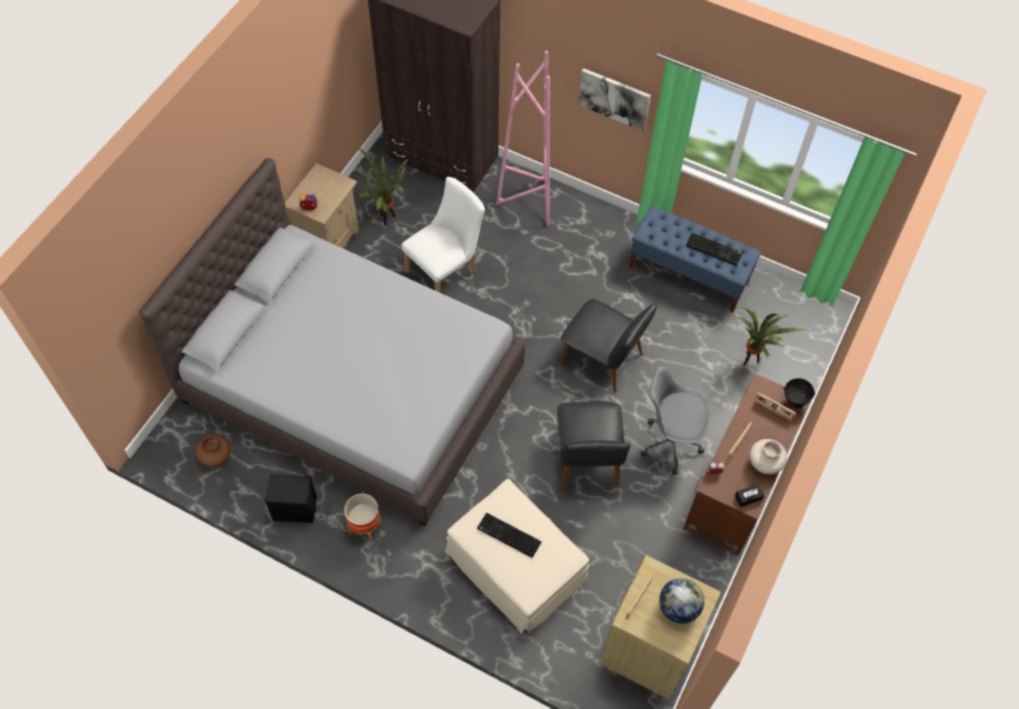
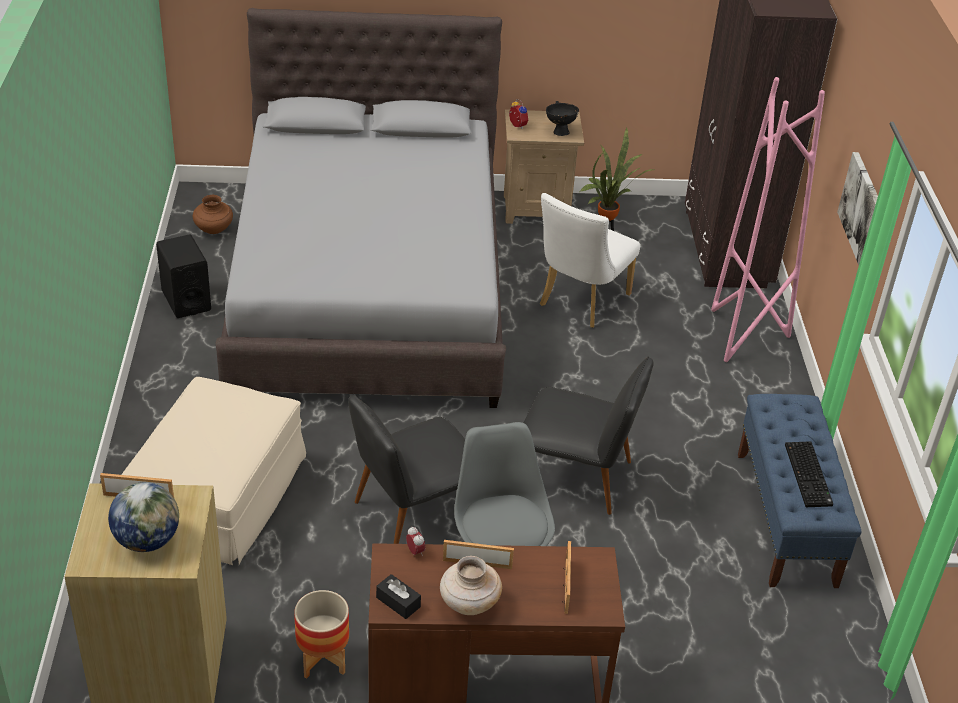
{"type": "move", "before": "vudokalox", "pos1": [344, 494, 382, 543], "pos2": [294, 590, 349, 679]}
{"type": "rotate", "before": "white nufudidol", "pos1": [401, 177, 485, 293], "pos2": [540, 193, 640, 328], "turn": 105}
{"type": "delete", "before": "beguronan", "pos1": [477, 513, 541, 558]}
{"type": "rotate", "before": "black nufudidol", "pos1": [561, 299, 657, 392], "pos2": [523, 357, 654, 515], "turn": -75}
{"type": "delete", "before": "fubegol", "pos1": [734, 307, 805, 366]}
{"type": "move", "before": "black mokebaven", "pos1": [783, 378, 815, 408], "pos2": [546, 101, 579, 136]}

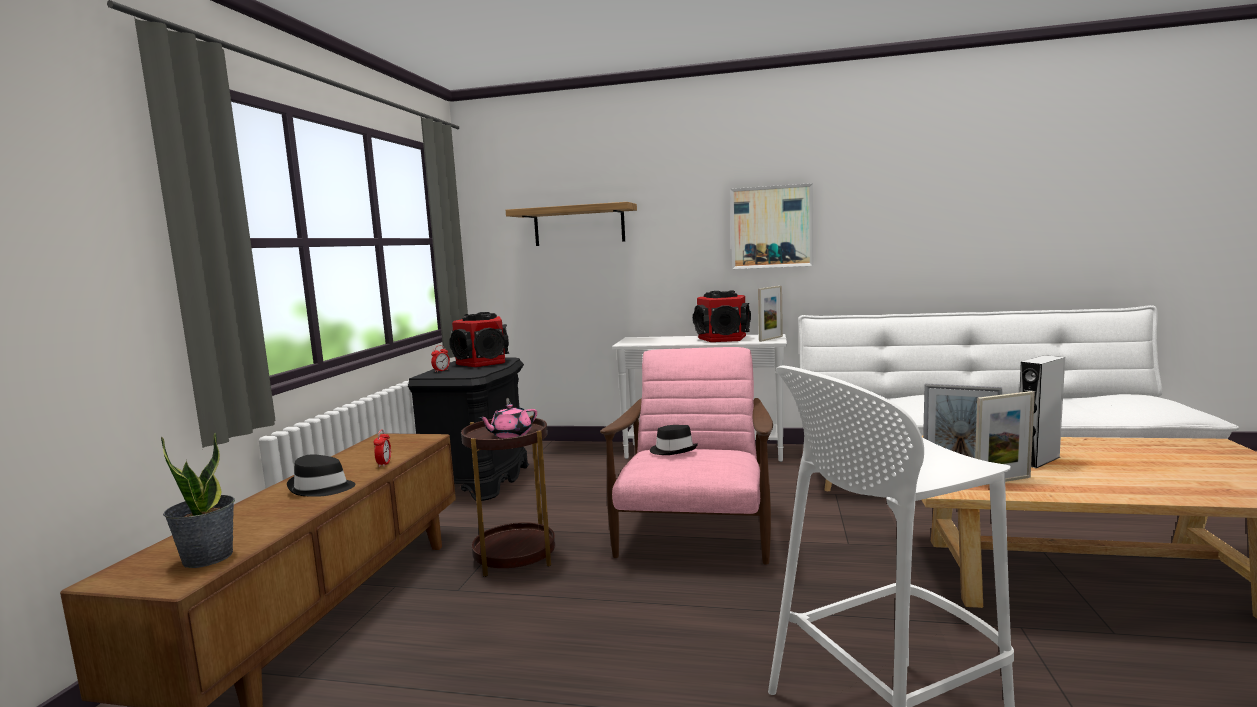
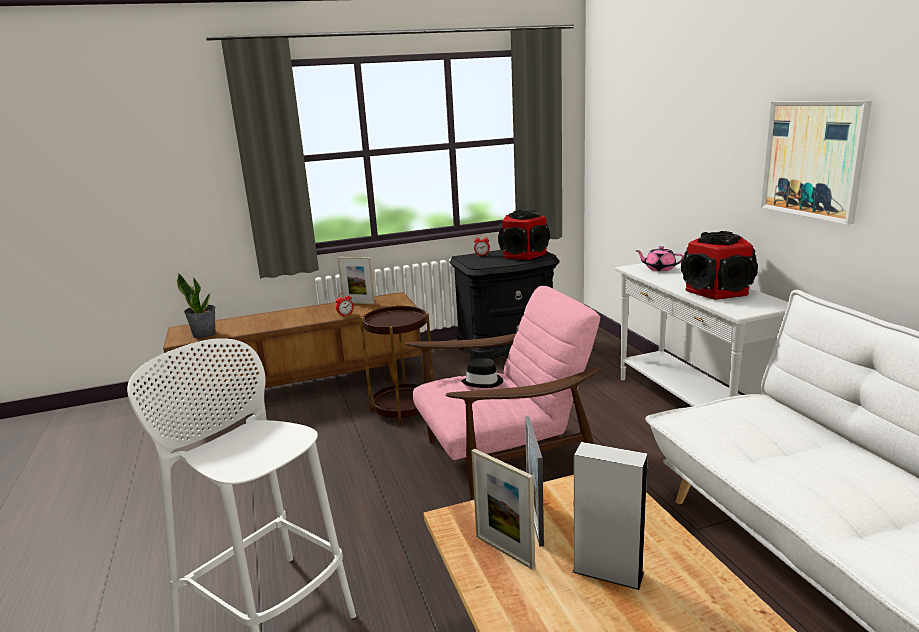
{"type": "delete", "before": "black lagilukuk", "pos1": [287, 454, 355, 497]}
{"type": "move", "before": "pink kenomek", "pos1": [479, 404, 537, 438], "pos2": [635, 246, 684, 271]}
{"type": "delete", "before": "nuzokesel", "pos1": [506, 202, 637, 246]}
{"type": "move", "before": "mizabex", "pos1": [758, 286, 783, 342], "pos2": [337, 257, 375, 304]}

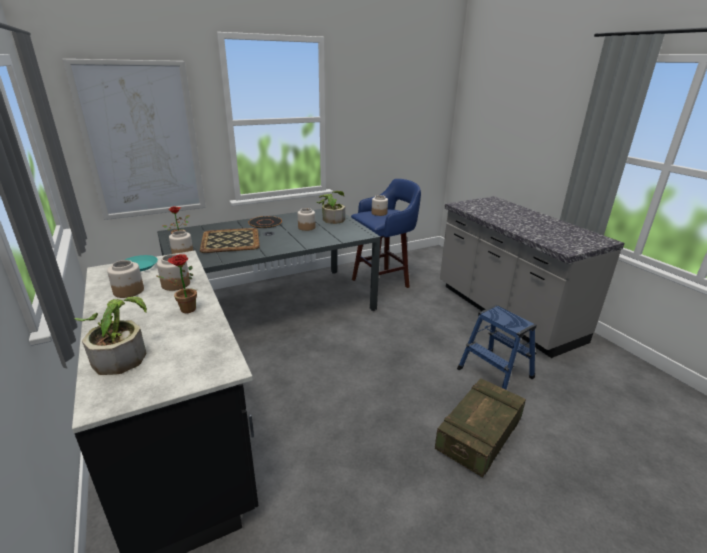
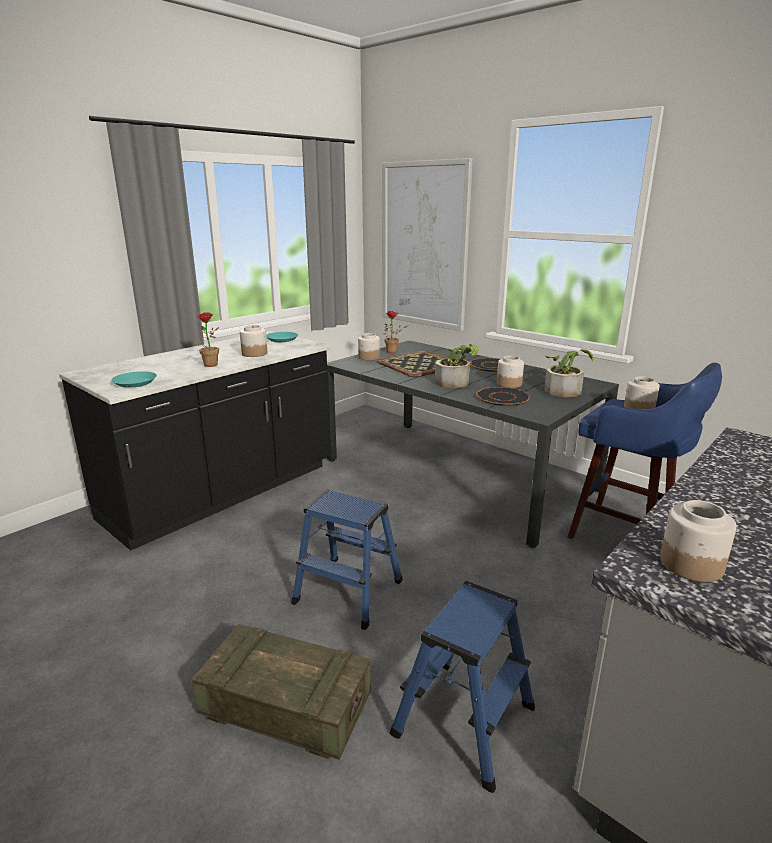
{"type": "move", "before": "fubegol", "pos1": [74, 297, 147, 375], "pos2": [435, 344, 479, 388]}
{"type": "move", "before": "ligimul", "pos1": [107, 260, 144, 298], "pos2": [660, 500, 737, 582]}
{"type": "insert", "after": "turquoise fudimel", "pos2": [111, 371, 157, 388]}
{"type": "insert", "after": "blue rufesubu", "pos2": [291, 489, 403, 630]}
{"type": "insert", "after": "black fudimel", "pos2": [476, 387, 530, 406]}

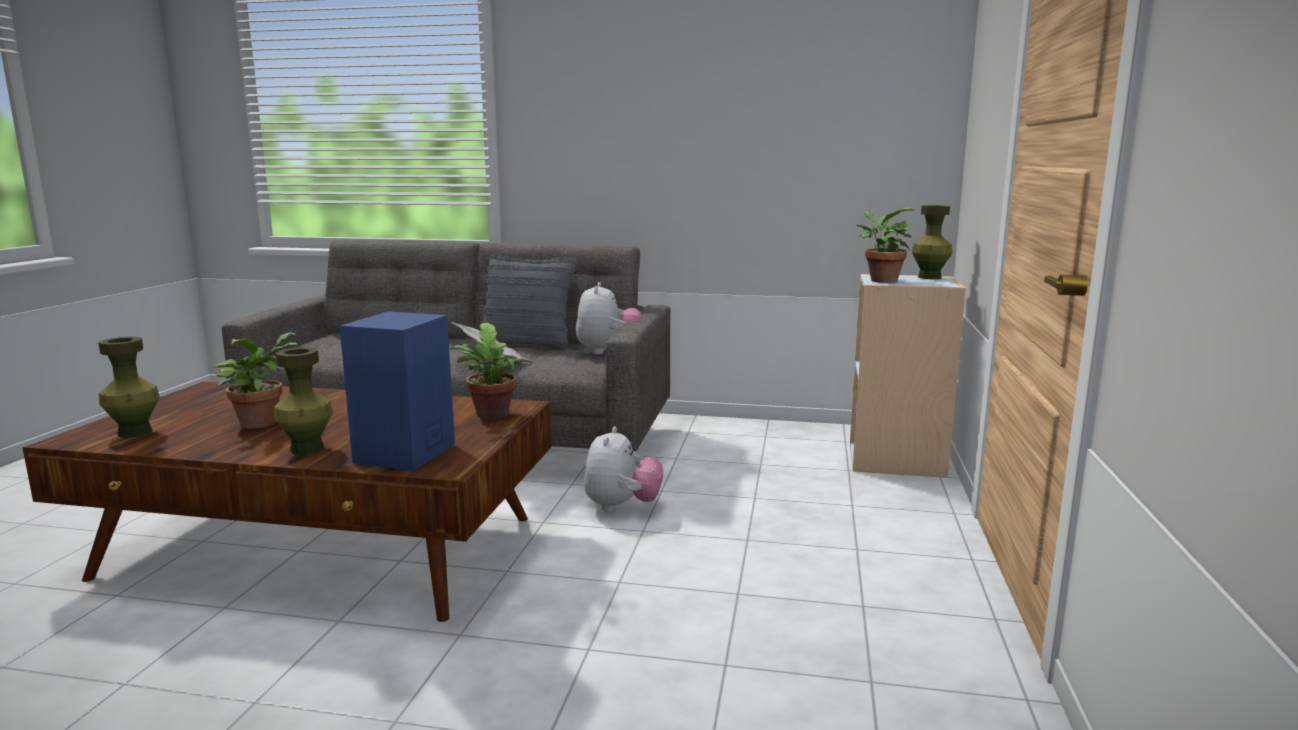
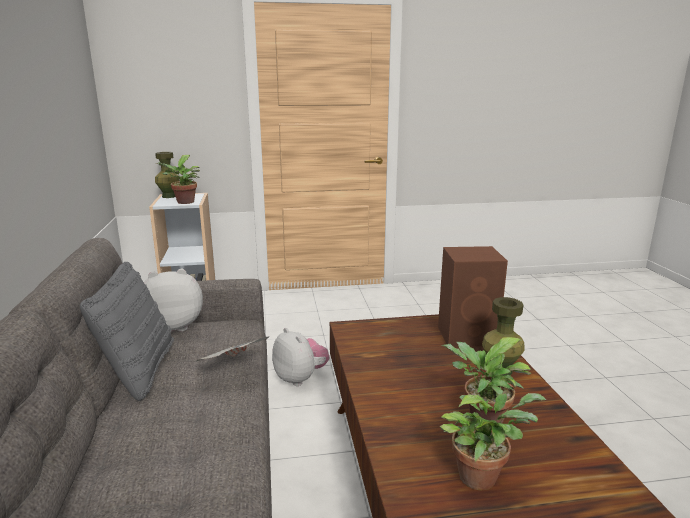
{"type": "delete", "before": "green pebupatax", "pos1": [98, 337, 160, 438]}
{"type": "recolor", "before": "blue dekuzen", "after": "brown dekuzen", "pos1": [340, 312, 455, 471], "pos2": [438, 246, 508, 347]}
{"type": "move", "before": "fubegol", "pos1": [450, 323, 532, 419], "pos2": [440, 393, 546, 490]}
{"type": "rotate", "before": "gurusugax", "pos1": [584, 426, 663, 512], "pos2": [272, 328, 329, 386], "turn": 60}

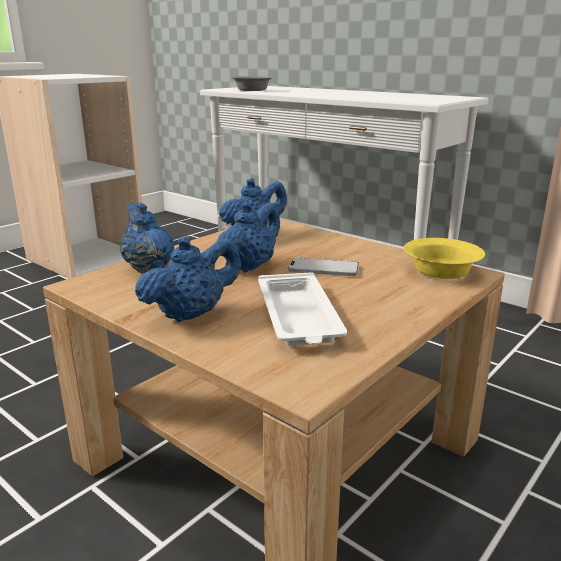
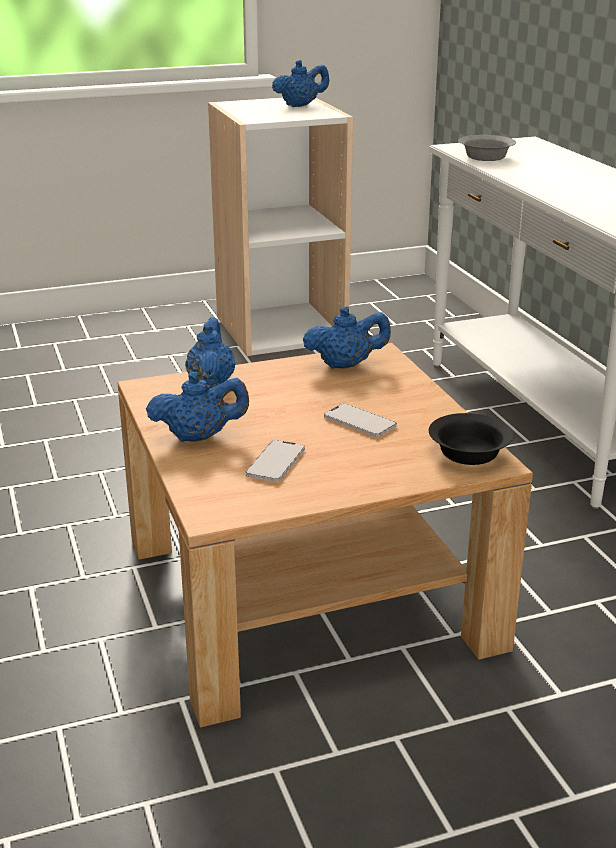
{"type": "move", "before": "blue kenomek", "pos1": [217, 201, 280, 273], "pos2": [272, 60, 329, 107]}
{"type": "replace", "before": "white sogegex", "after": "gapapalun", "pos1": [258, 272, 347, 346], "pos2": [246, 440, 305, 482]}
{"type": "recolor", "before": "yellow mokebaven", "after": "black mokebaven", "pos1": [404, 238, 485, 279], "pos2": [429, 413, 514, 465]}

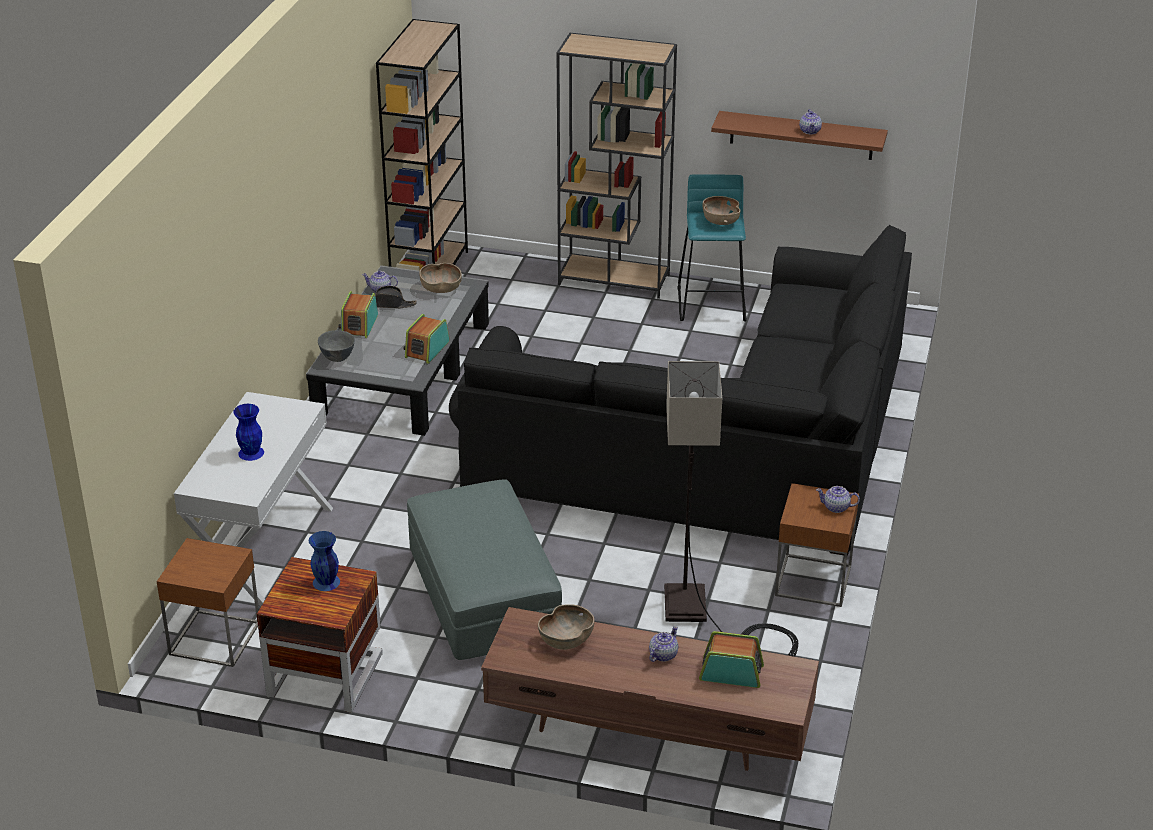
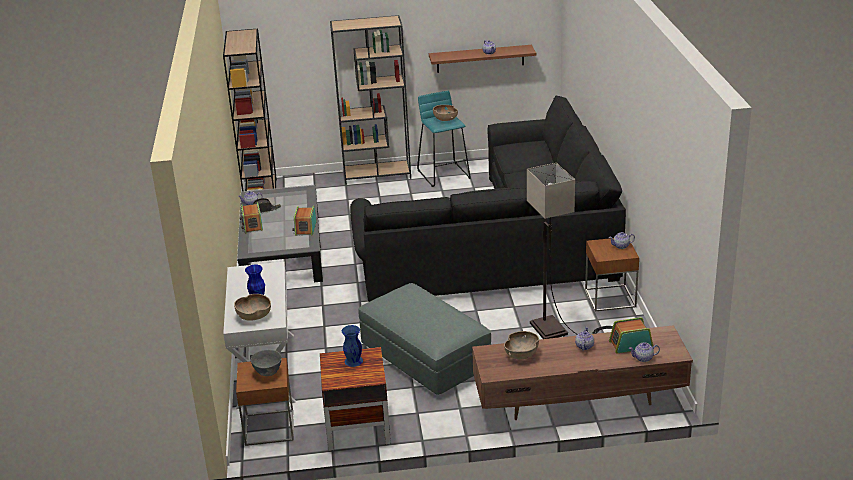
{"type": "move", "before": "grey mokebaven", "pos1": [318, 330, 355, 362], "pos2": [251, 350, 282, 376]}
{"type": "move", "before": "brown mokebaven", "pos1": [419, 263, 462, 293], "pos2": [234, 294, 271, 321]}
{"type": "insert", "after": "kenomek", "pos2": [629, 342, 660, 362]}

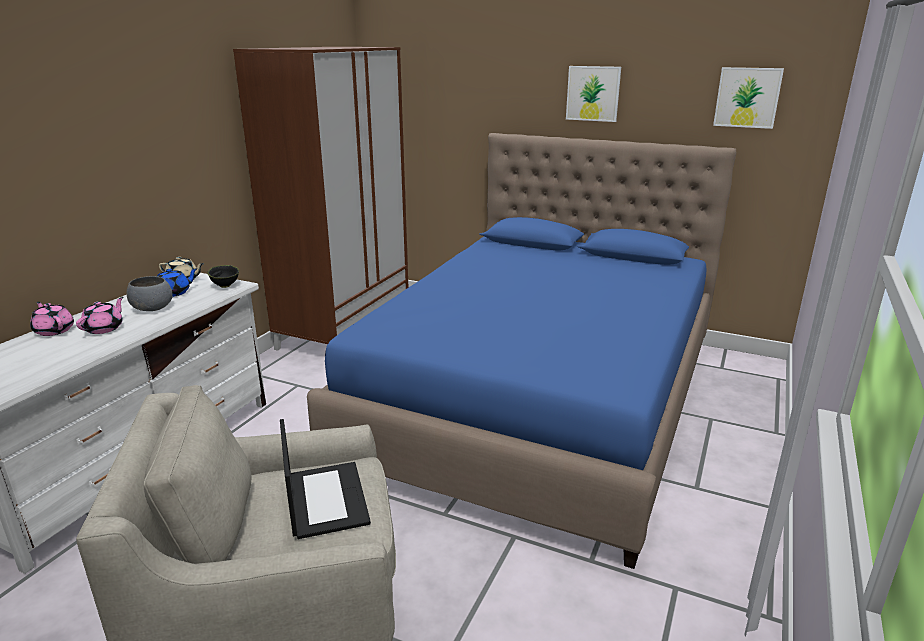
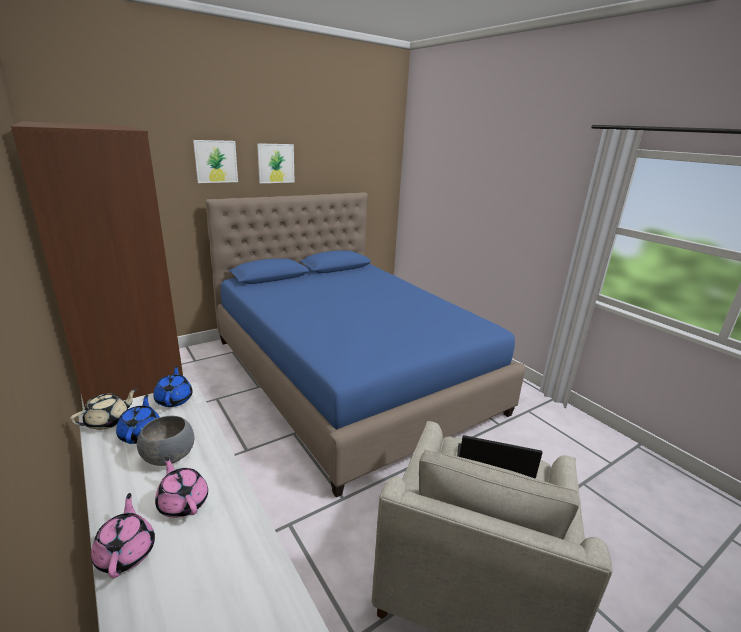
{"type": "rotate", "before": "pink kenomek", "pos1": [30, 302, 74, 336], "pos2": [91, 493, 155, 578], "turn": 90}
{"type": "replace", "before": "black mokebaven", "after": "blue kenomek", "pos1": [207, 265, 239, 288], "pos2": [153, 366, 193, 407]}
{"type": "move", "before": "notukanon", "pos1": [713, 67, 784, 129], "pos2": [193, 140, 238, 183]}

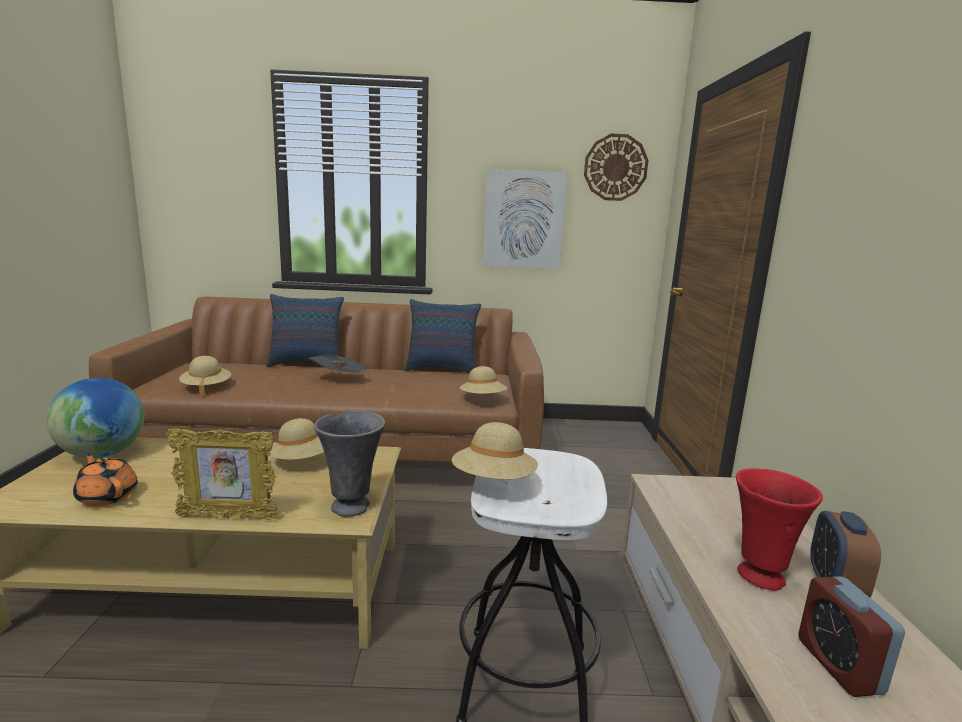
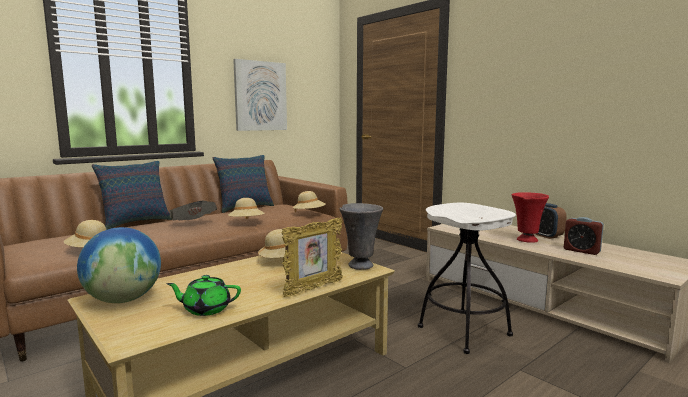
{"type": "recolor", "before": "orange kenomek", "after": "green kenomek", "pos1": [73, 453, 138, 506], "pos2": [167, 275, 241, 316]}
{"type": "move", "before": "beige lagilukuk", "pos1": [452, 422, 538, 480], "pos2": [228, 198, 264, 219]}
{"type": "delete", "before": "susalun", "pos1": [584, 134, 649, 201]}

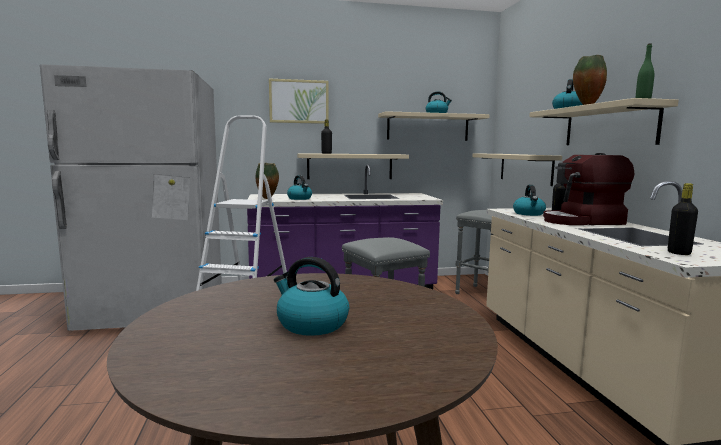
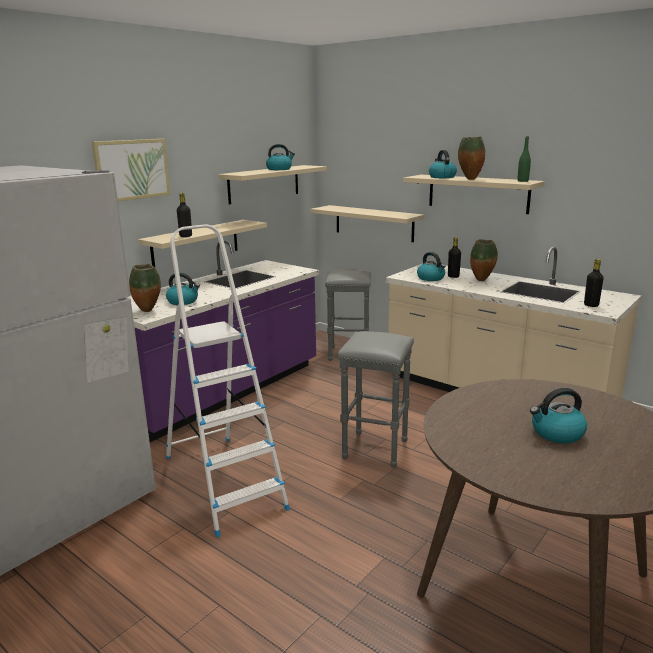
{"type": "replace", "before": "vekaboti", "after": "pebupatax", "pos1": [543, 153, 634, 225], "pos2": [470, 239, 498, 281]}

